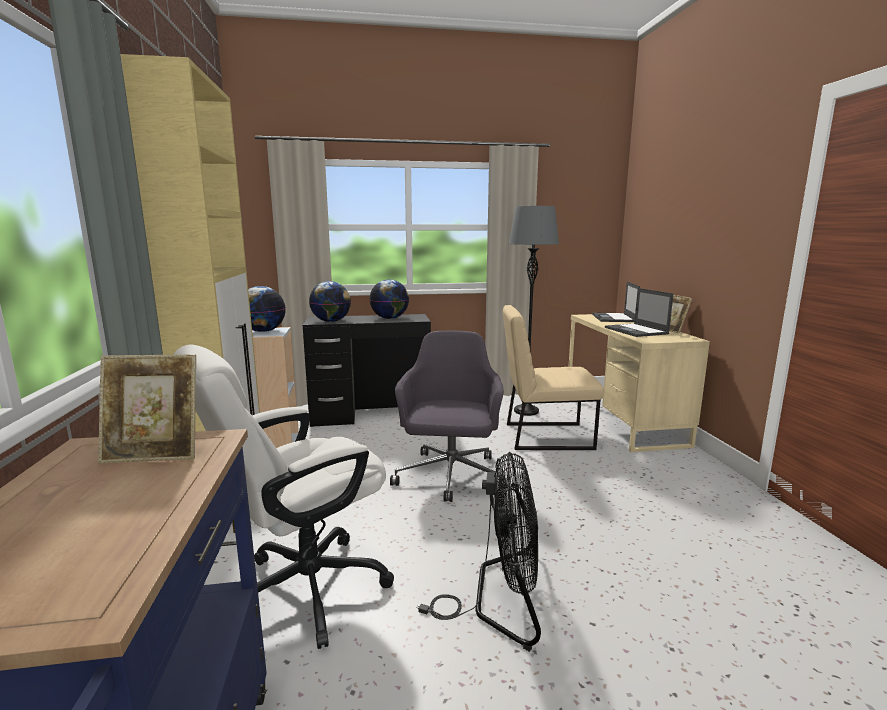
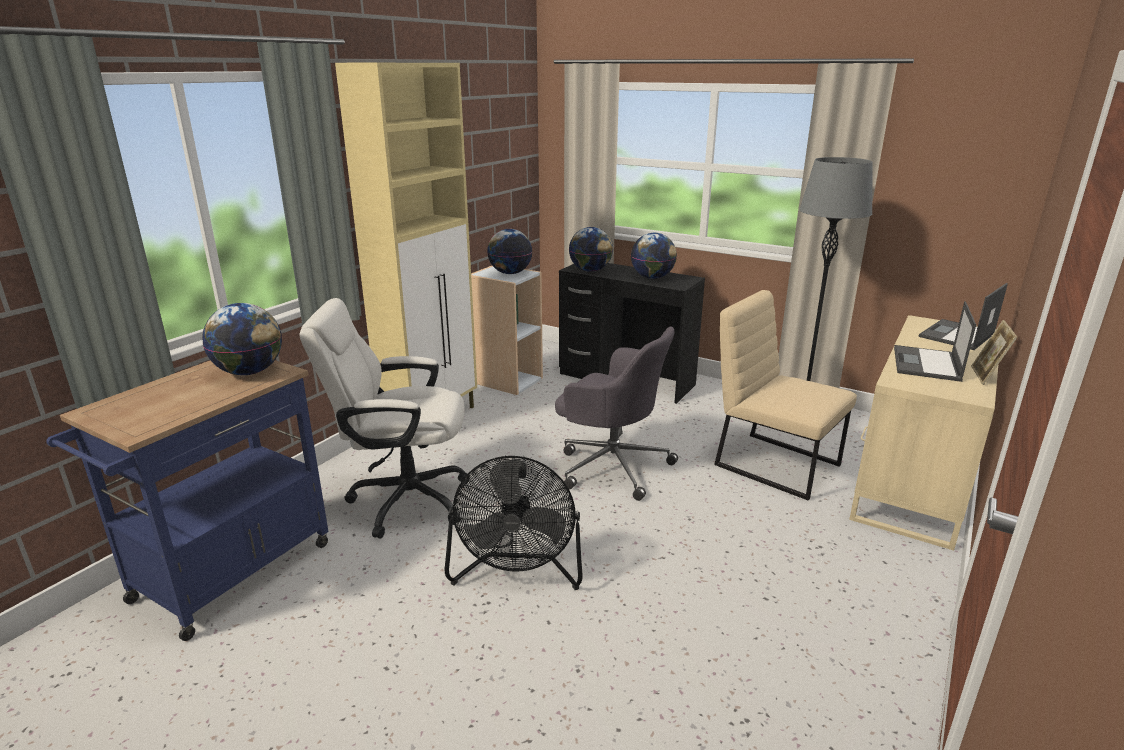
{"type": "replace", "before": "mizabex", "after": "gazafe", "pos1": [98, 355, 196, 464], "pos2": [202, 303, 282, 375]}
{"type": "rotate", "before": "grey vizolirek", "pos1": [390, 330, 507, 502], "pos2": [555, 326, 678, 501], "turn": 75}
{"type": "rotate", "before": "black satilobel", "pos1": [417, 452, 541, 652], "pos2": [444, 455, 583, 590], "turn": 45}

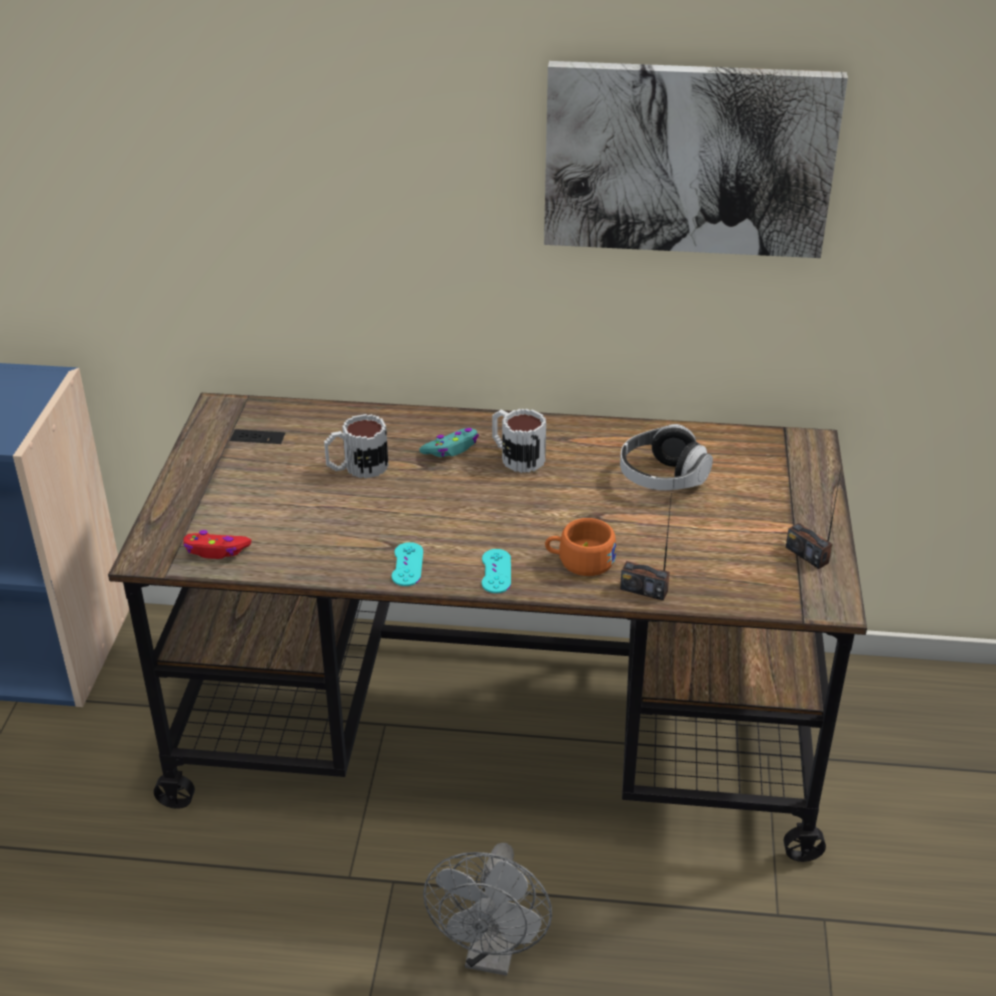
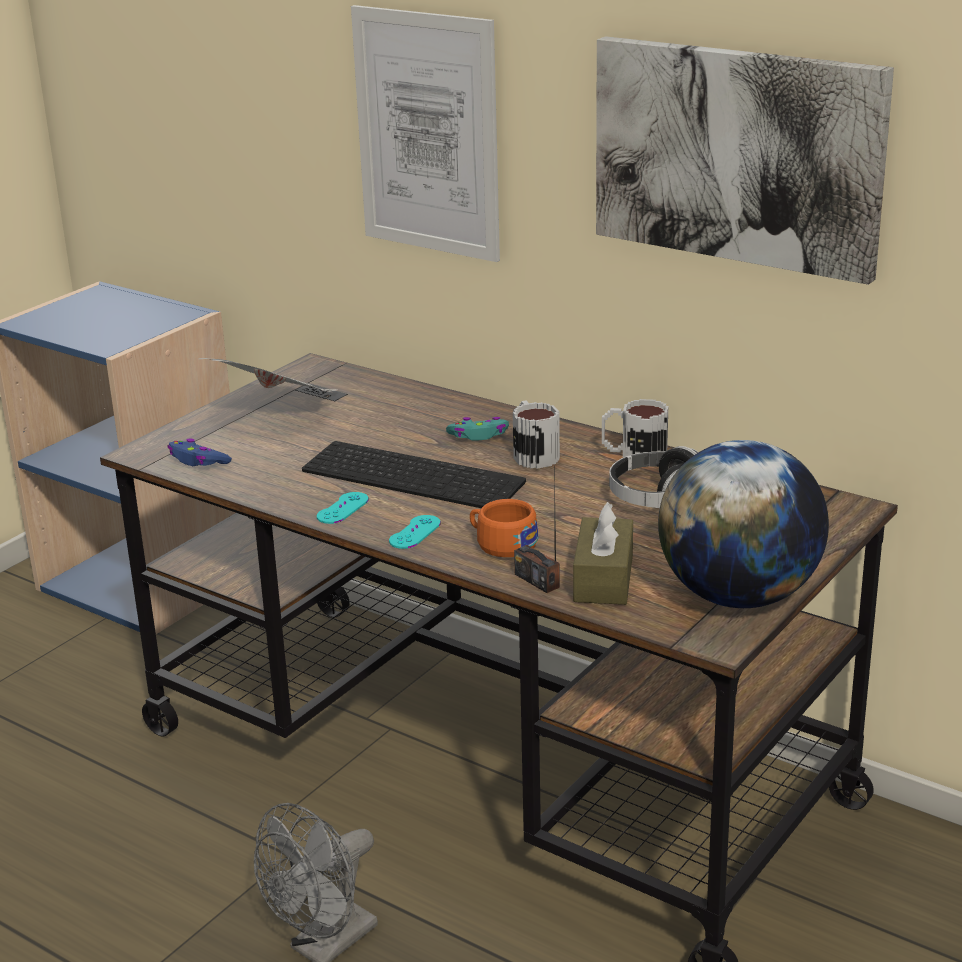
{"type": "recolor", "before": "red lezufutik", "after": "blue lezufutik", "pos1": [183, 530, 251, 559], "pos2": [167, 439, 232, 466]}
{"type": "move", "before": "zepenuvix", "pos1": [324, 414, 388, 478], "pos2": [602, 399, 668, 457]}
{"type": "replace", "before": "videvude", "after": "gazafe", "pos1": [786, 465, 842, 569], "pos2": [658, 440, 829, 608]}
{"type": "insert", "after": "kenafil", "pos2": [199, 358, 337, 392]}
{"type": "insert", "after": "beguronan", "pos2": [302, 441, 526, 508]}
{"type": "insert", "after": "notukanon", "pos2": [351, 5, 500, 262]}
{"type": "insert", "after": "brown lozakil", "pos2": [573, 502, 633, 605]}

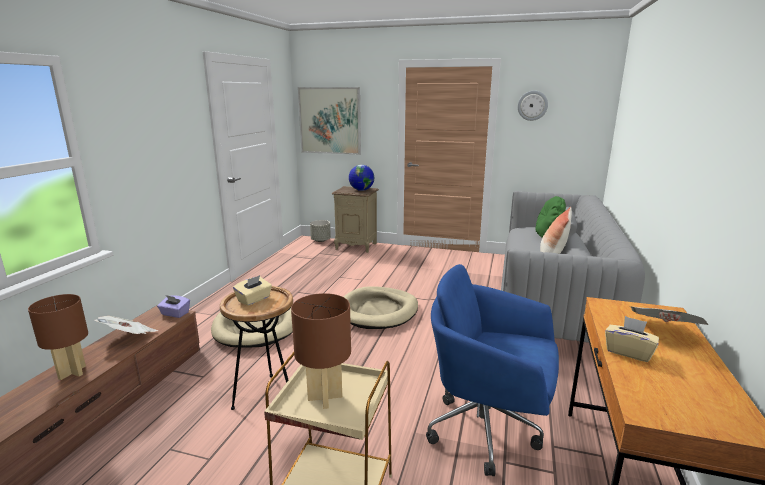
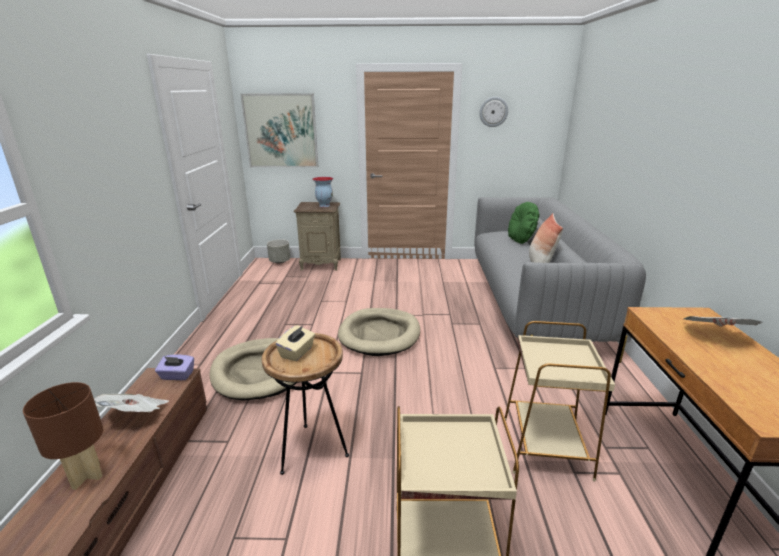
{"type": "delete", "before": "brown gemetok", "pos1": [291, 293, 351, 409]}
{"type": "replace", "before": "gazafe", "after": "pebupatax", "pos1": [349, 165, 374, 191], "pos2": [312, 177, 334, 207]}
{"type": "replace", "before": "blue vizolirek", "after": "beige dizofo", "pos1": [426, 264, 559, 476], "pos2": [505, 321, 615, 482]}
{"type": "delete", "before": "beige lozakil", "pos1": [605, 316, 659, 362]}

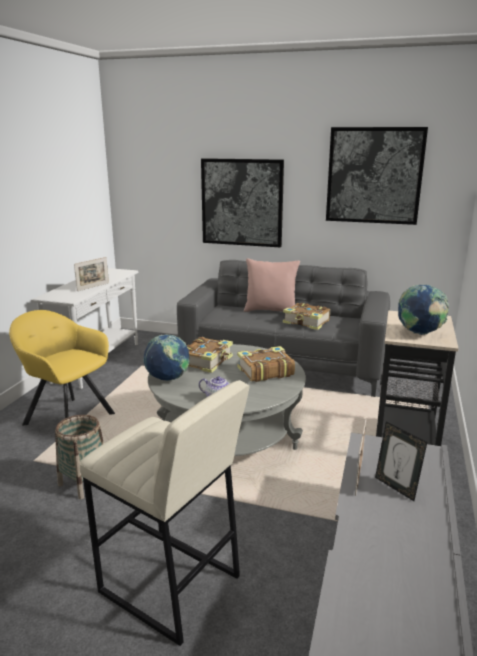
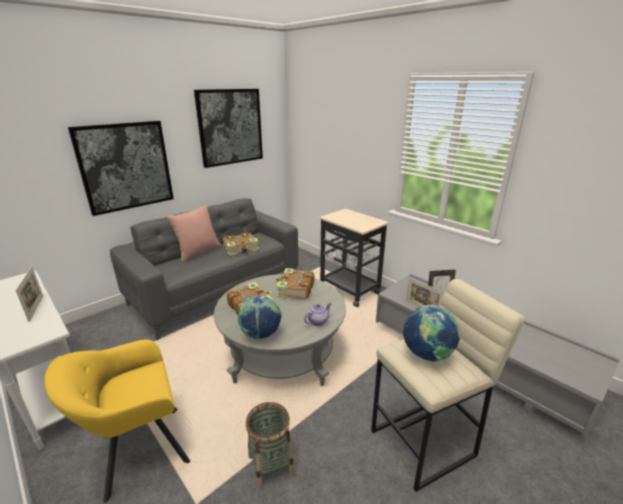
{"type": "move", "before": "gazafe", "pos1": [398, 284, 449, 335], "pos2": [403, 305, 460, 362]}

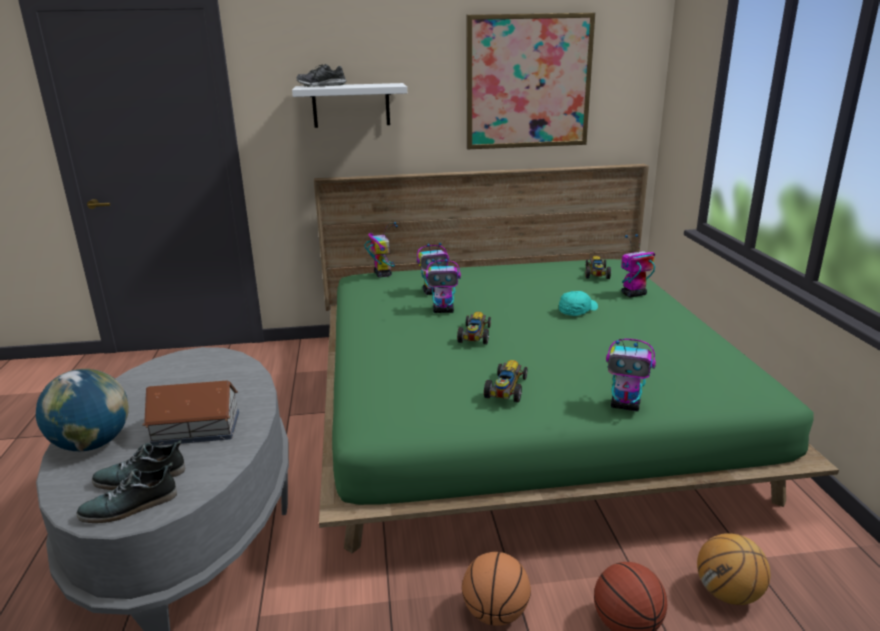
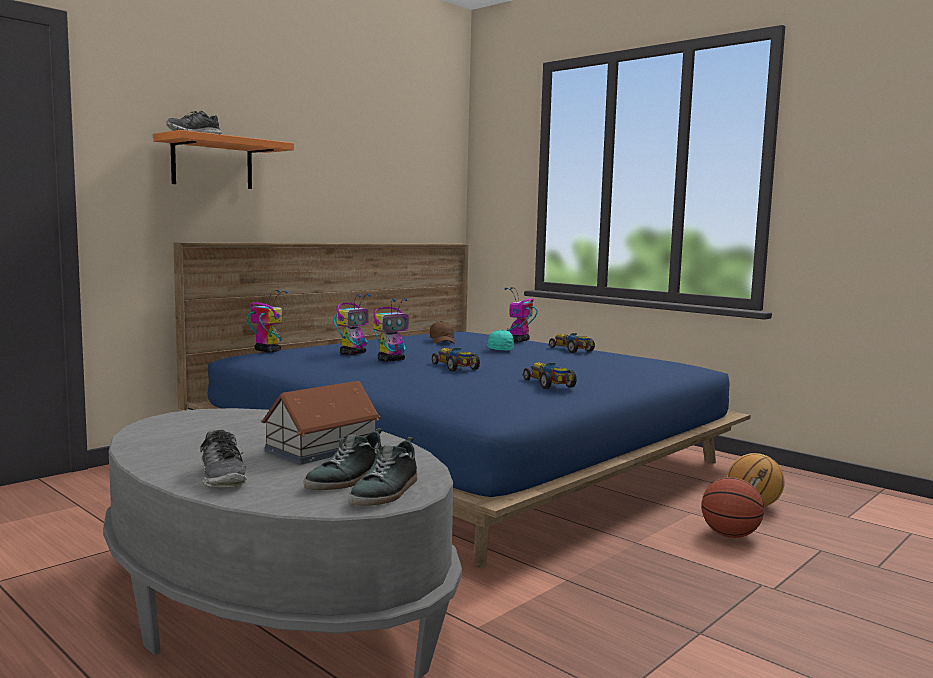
{"type": "replace", "before": "gazafe", "after": "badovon", "pos1": [36, 369, 129, 451], "pos2": [200, 430, 247, 488]}
{"type": "recolor", "before": "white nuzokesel", "after": "orange nuzokesel", "pos1": [292, 83, 407, 128], "pos2": [153, 130, 294, 189]}
{"type": "recolor", "before": "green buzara", "after": "blue buzara", "pos1": [314, 164, 839, 553], "pos2": [173, 243, 751, 568]}
{"type": "delete", "before": "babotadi", "pos1": [462, 552, 531, 626]}
{"type": "delete", "before": "notukanon", "pos1": [466, 13, 595, 149]}
{"type": "move", "before": "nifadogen", "pos1": [585, 256, 611, 279], "pos2": [549, 333, 595, 353]}
{"type": "delete", "before": "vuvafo", "pos1": [606, 339, 656, 411]}
{"type": "insert", "after": "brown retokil", "pos2": [430, 321, 455, 344]}

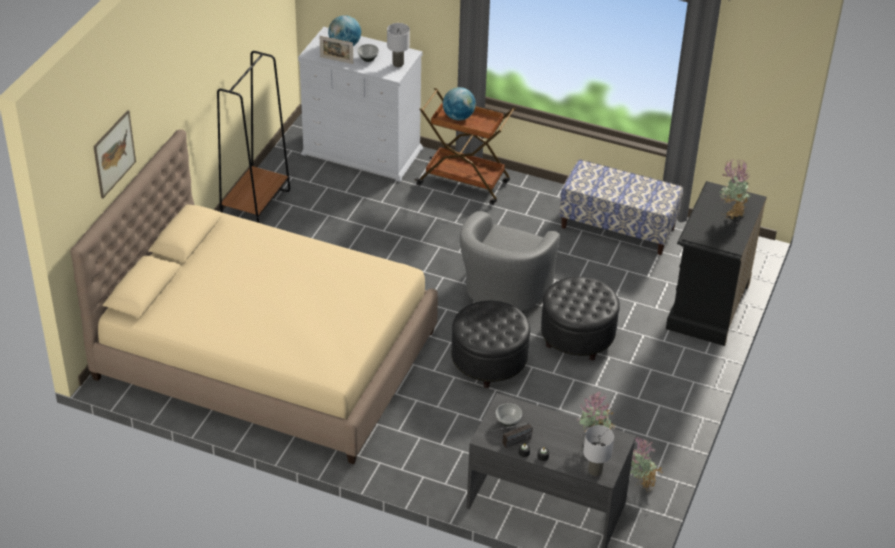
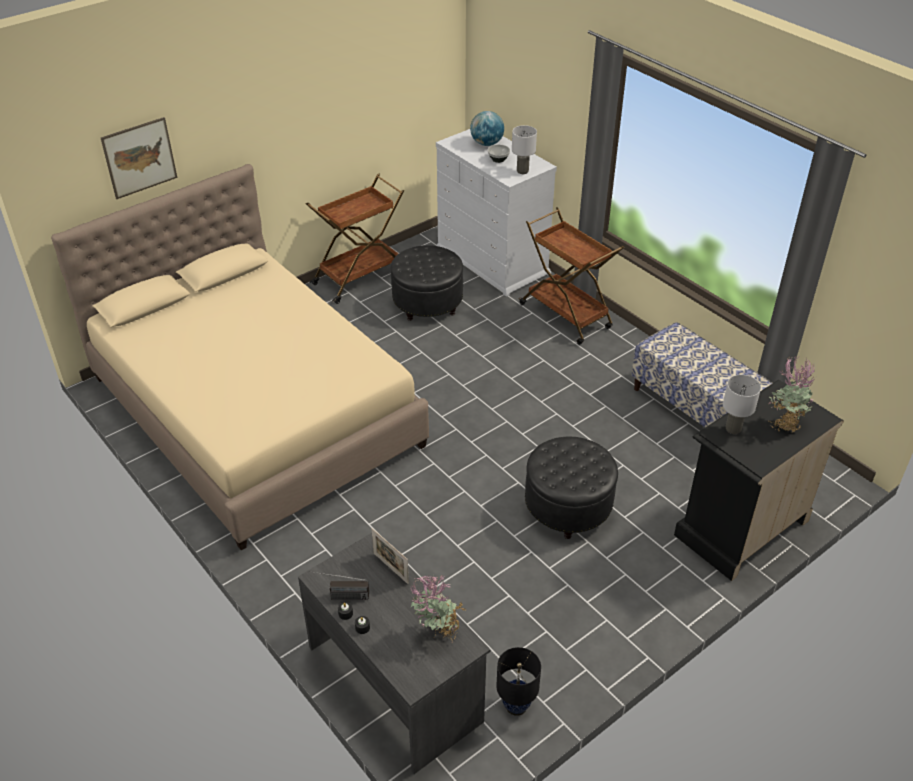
{"type": "replace", "before": "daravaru", "after": "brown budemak", "pos1": [217, 51, 290, 223], "pos2": [305, 174, 404, 304]}
{"type": "move", "before": "mizabex", "pos1": [320, 36, 353, 64], "pos2": [372, 528, 409, 584]}
{"type": "delete", "before": "gazafe", "pos1": [443, 87, 476, 121]}
{"type": "move", "before": "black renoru", "pos1": [451, 301, 530, 388], "pos2": [390, 245, 463, 321]}
{"type": "delete", "before": "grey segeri", "pos1": [460, 211, 560, 312]}
{"type": "delete", "before": "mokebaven", "pos1": [496, 403, 522, 427]}
{"type": "move", "before": "white gemetok", "pos1": [583, 425, 614, 476], "pos2": [723, 375, 761, 434]}
{"type": "replace", "before": "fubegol", "after": "black gemetok", "pos1": [630, 437, 662, 492], "pos2": [496, 647, 541, 716]}

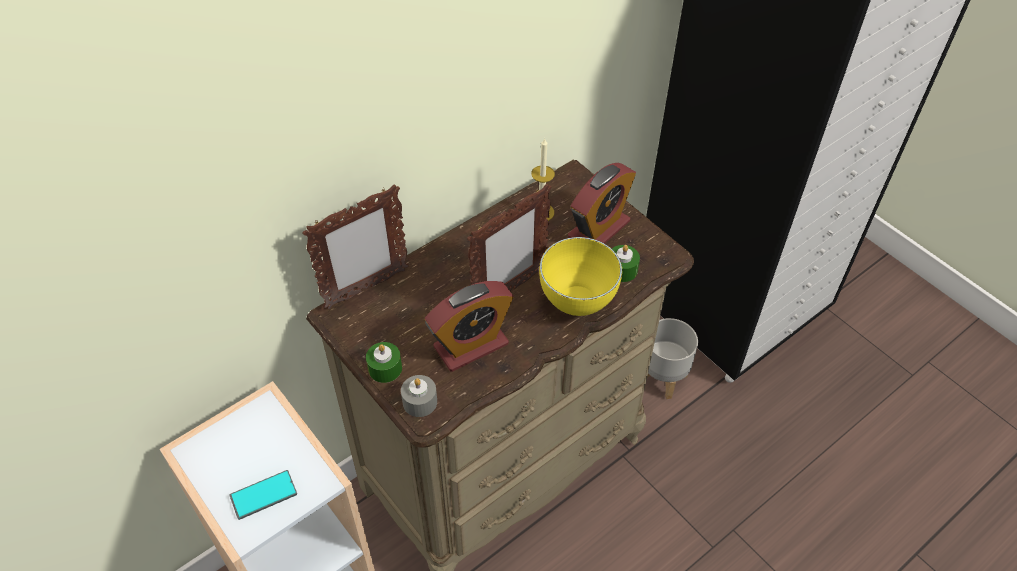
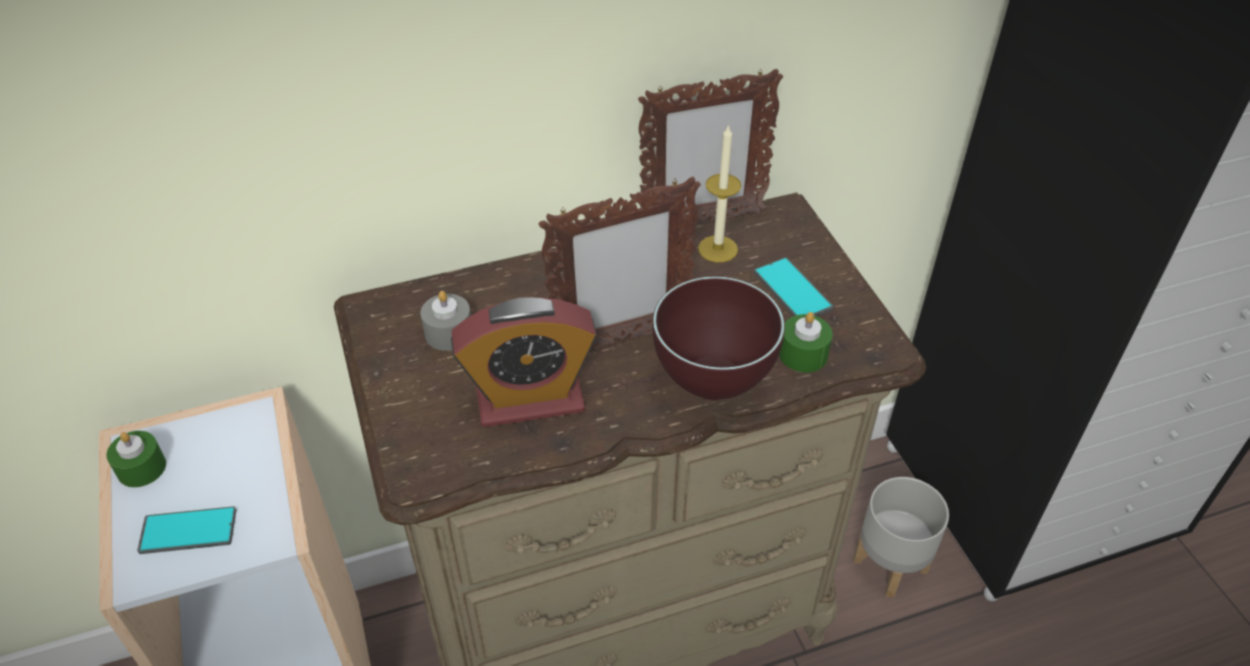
{"type": "move", "before": "mizabex", "pos1": [302, 184, 409, 309], "pos2": [638, 69, 783, 222]}
{"type": "move", "before": "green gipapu", "pos1": [366, 342, 402, 383], "pos2": [106, 431, 166, 487]}
{"type": "move", "before": "grey gipapu", "pos1": [401, 375, 437, 417], "pos2": [421, 291, 471, 351]}
{"type": "recolor", "before": "yellow mokebaven", "after": "brown mokebaven", "pos1": [539, 237, 622, 316], "pos2": [653, 277, 785, 400]}
{"type": "replace", "before": "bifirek", "after": "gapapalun", "pos1": [568, 163, 636, 244], "pos2": [754, 257, 834, 317]}

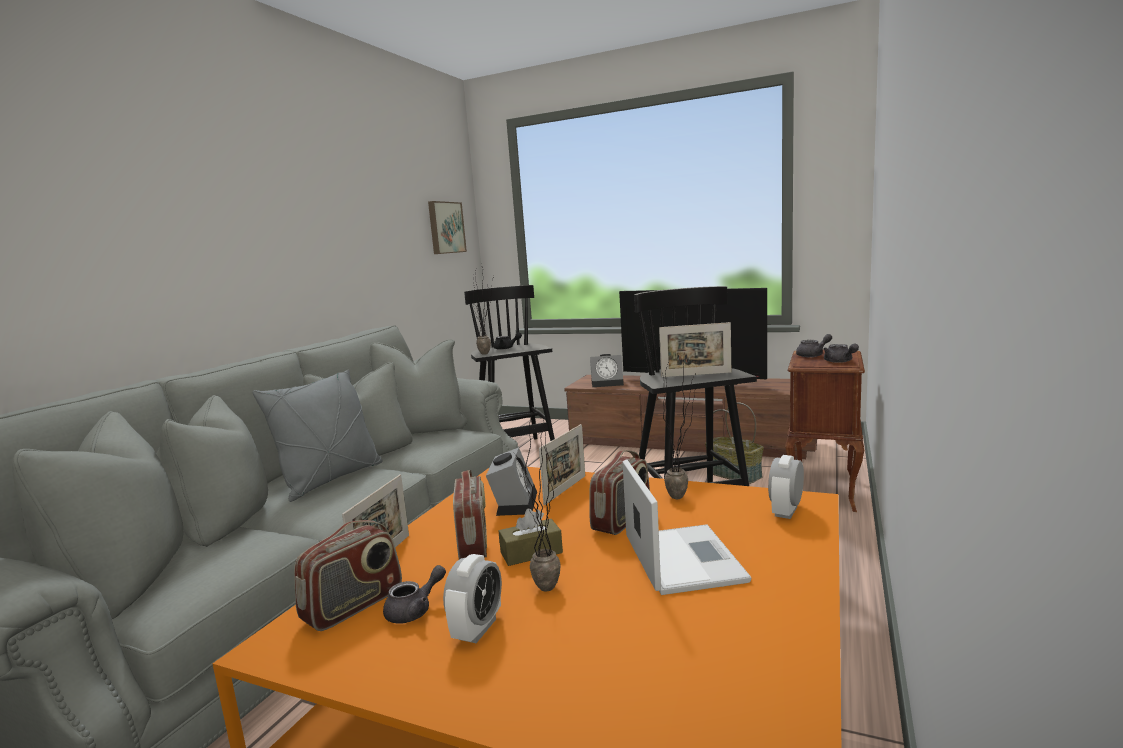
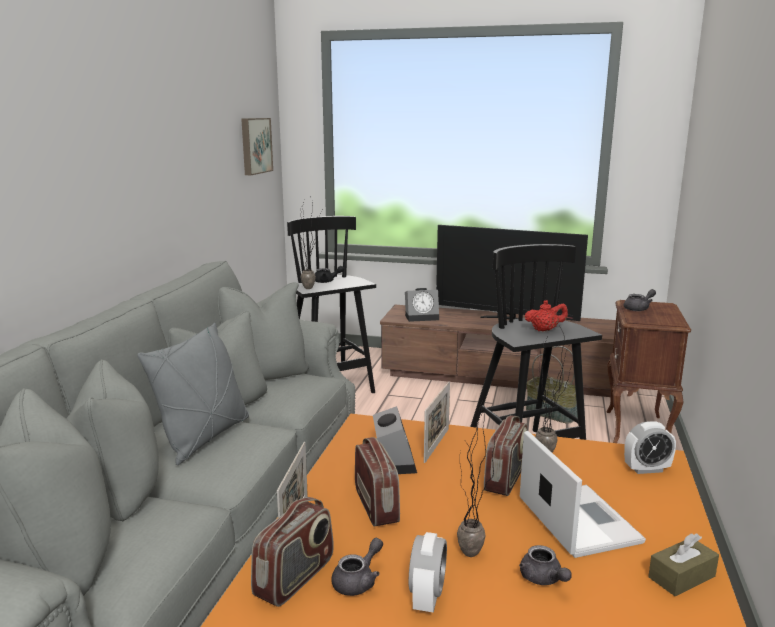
{"type": "move", "before": "brown lozakil", "pos1": [499, 508, 563, 566], "pos2": [648, 533, 719, 596]}
{"type": "replace", "before": "mizabex", "after": "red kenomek", "pos1": [659, 322, 731, 377], "pos2": [525, 300, 568, 331]}
{"type": "rotate", "before": "bifirek", "pos1": [768, 455, 804, 519], "pos2": [624, 421, 676, 474], "turn": -120}
{"type": "move", "before": "grey kenomek", "pos1": [824, 344, 859, 363], "pos2": [519, 545, 572, 585]}

